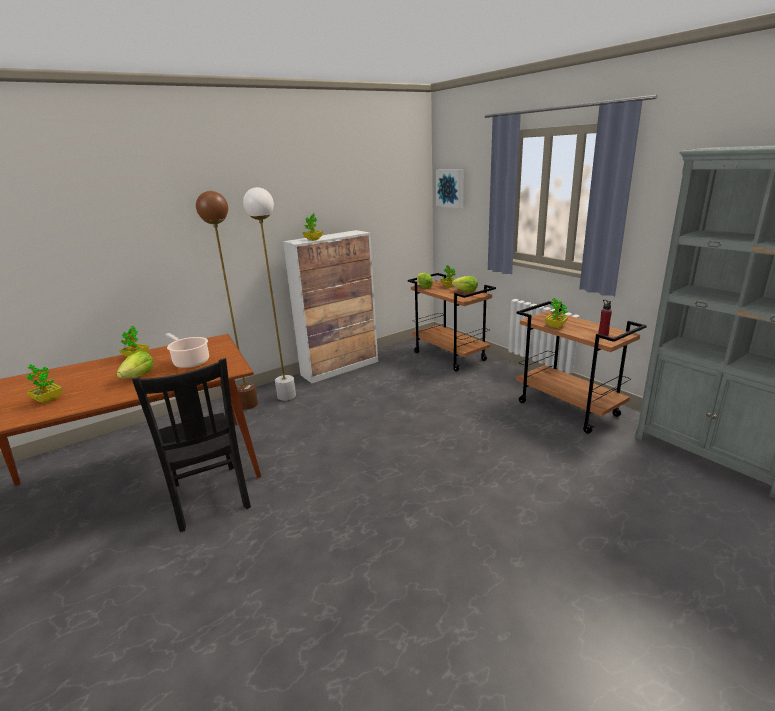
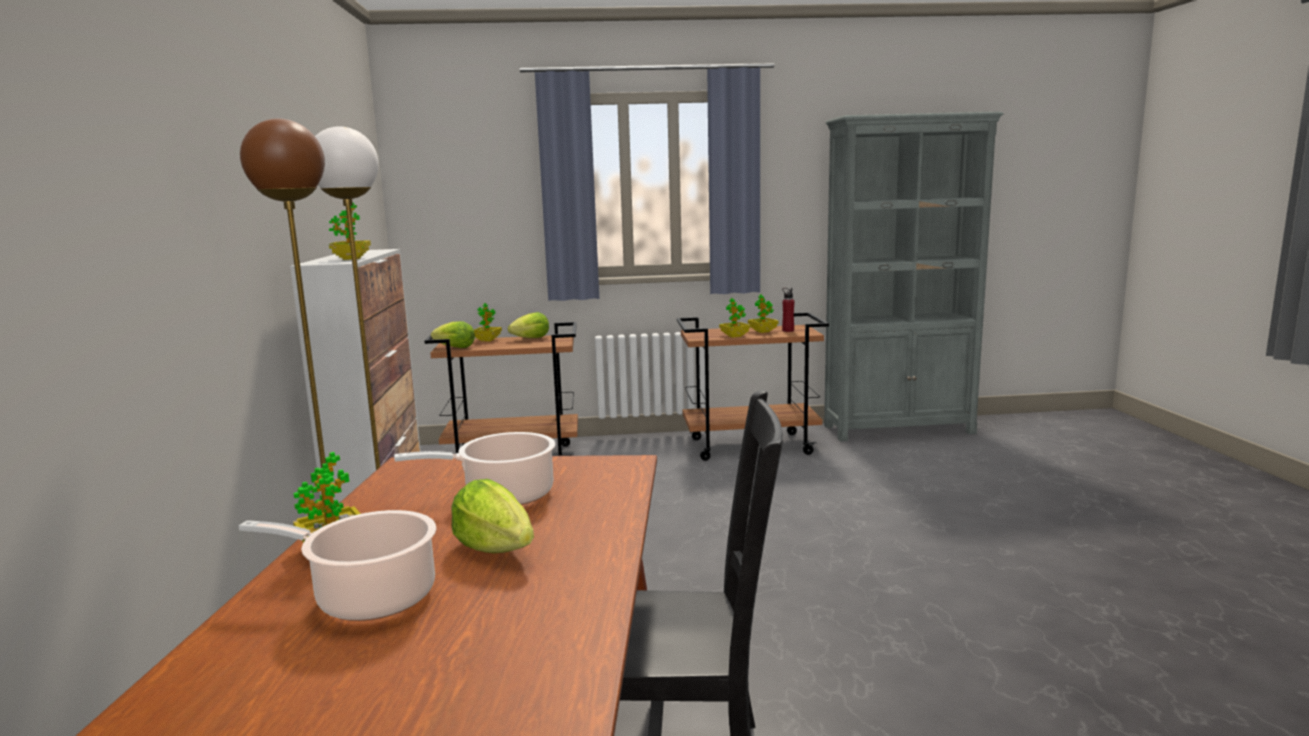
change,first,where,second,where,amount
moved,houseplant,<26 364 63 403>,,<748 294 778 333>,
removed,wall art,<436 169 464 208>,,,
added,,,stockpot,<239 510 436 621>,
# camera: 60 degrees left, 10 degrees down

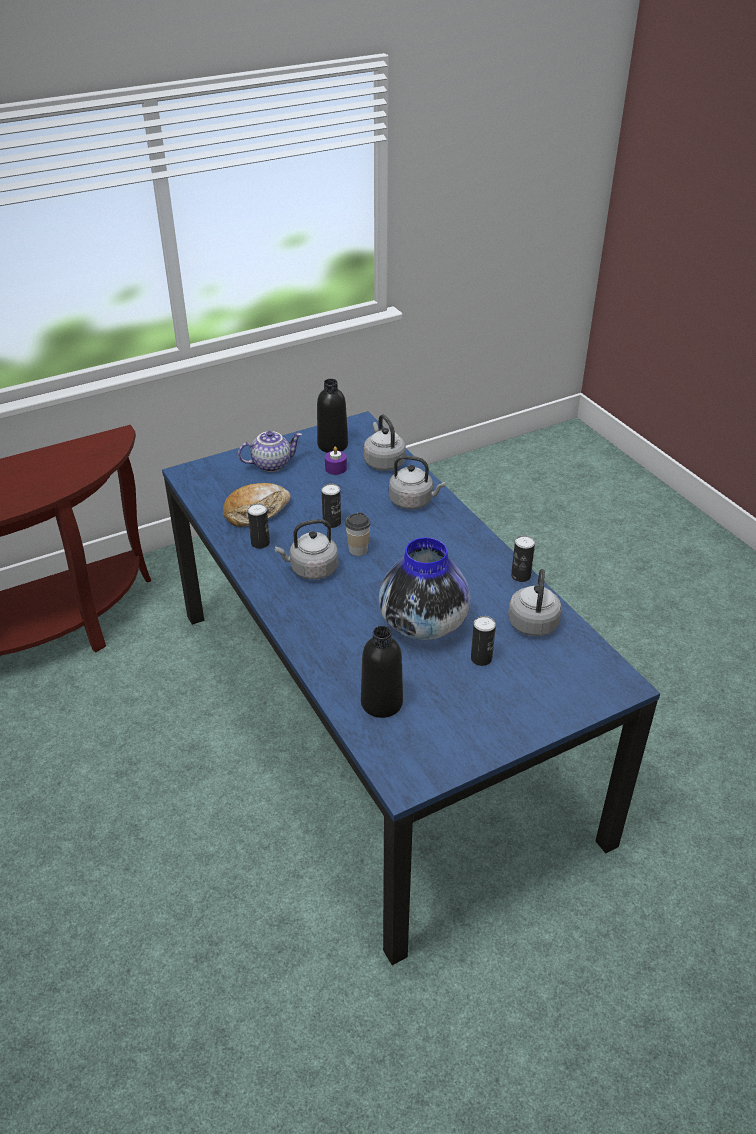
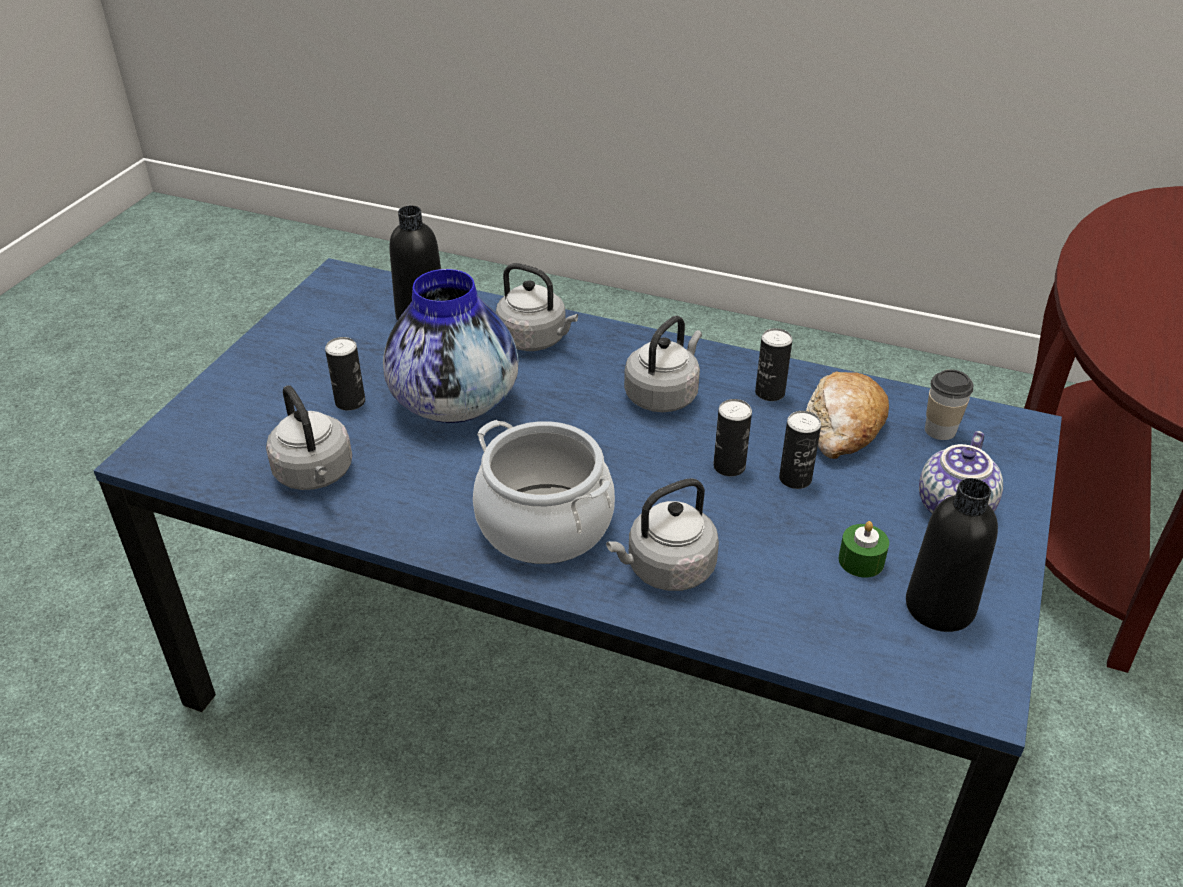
change,first,where,second,where,amount
recoloured,candle in purplish,<325 446 347 475>,candle in green,<839 521 889 578>,
moved,small cup,<345 512 370 556>,,<925 369 974 440>,
moved,kettle in gray,<364 415 406 471>,,<496 263 578 351>,
moved,sealed can,<511 535 535 582>,,<779 411 821 489>,
added,,,stockpot,<473 420 615 564>,
# camera: 140 degrees right, 0 degrees up

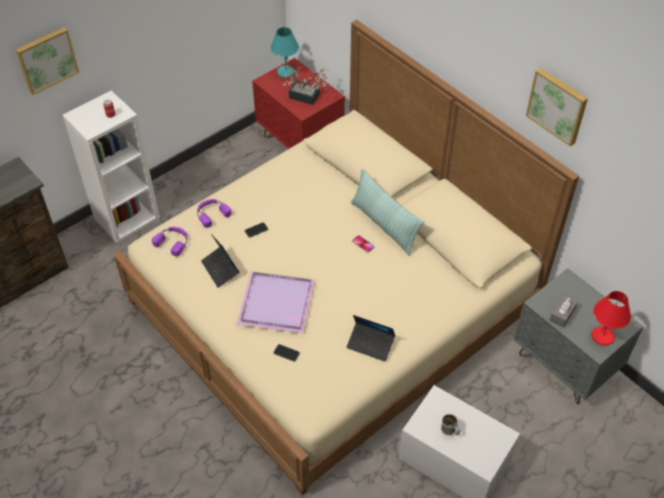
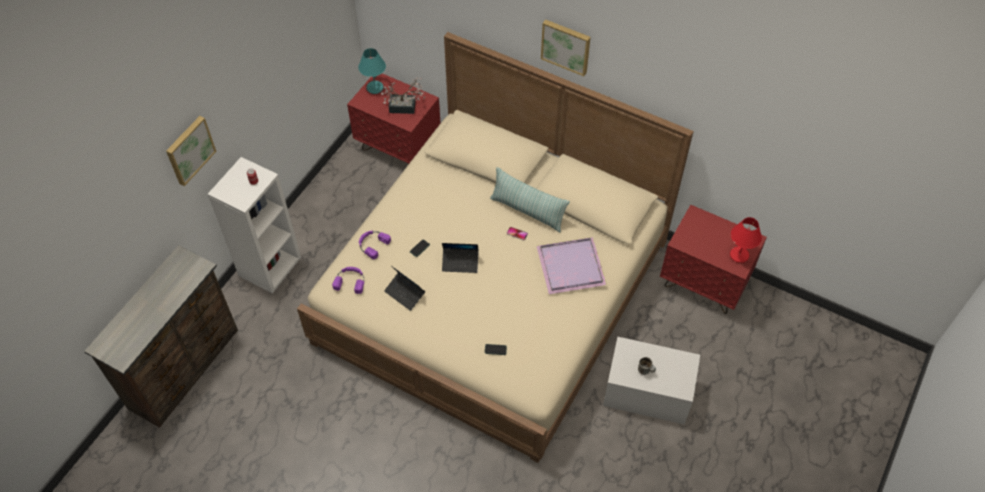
change,first,where,second,where,amount
moved,tray in purplish,<236 271 315 334>,,<537 237 607 294>,
moved,notebook computer,<346 315 395 361>,,<442 243 479 273>,
recoloured,night table in gray,<514 268 644 404>,night table in red,<660 205 767 314>,
moved,wall art,<526 68 588 147>,,<541 19 591 76>,
removed,box of tissues in gray,<549 294 578 328>,,,
# camera: 20 degrees left, 5 degrees up

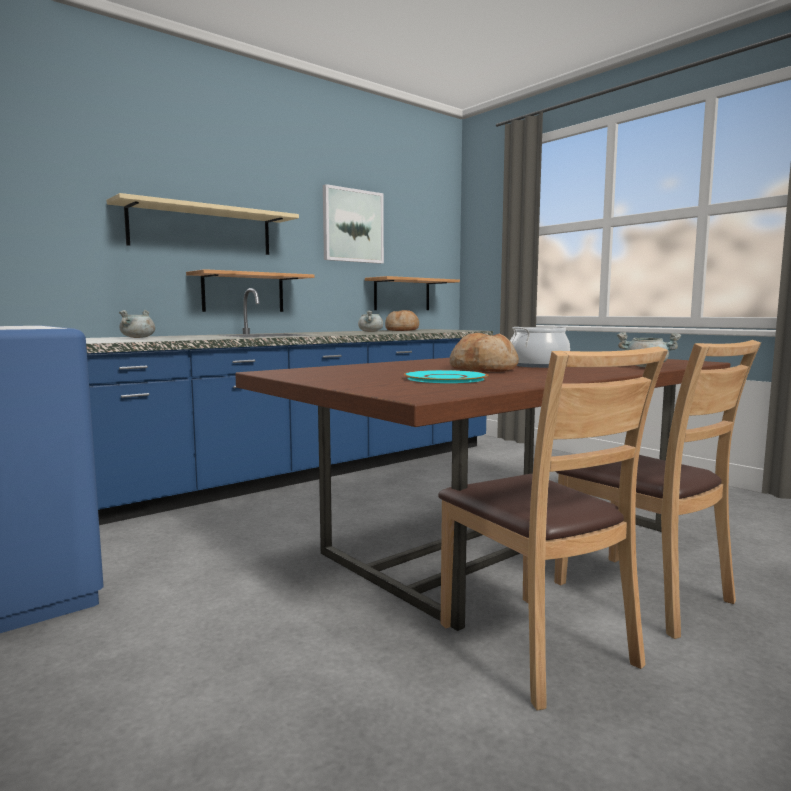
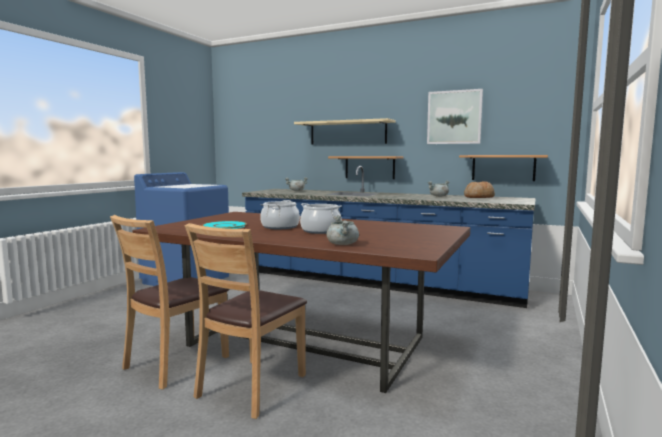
change,first,where,second,where,amount
replaced,bread,<449 333 519 372>,stockpot,<260 200 300 229>,
# camera: 65 degrees right, 0 degrees up

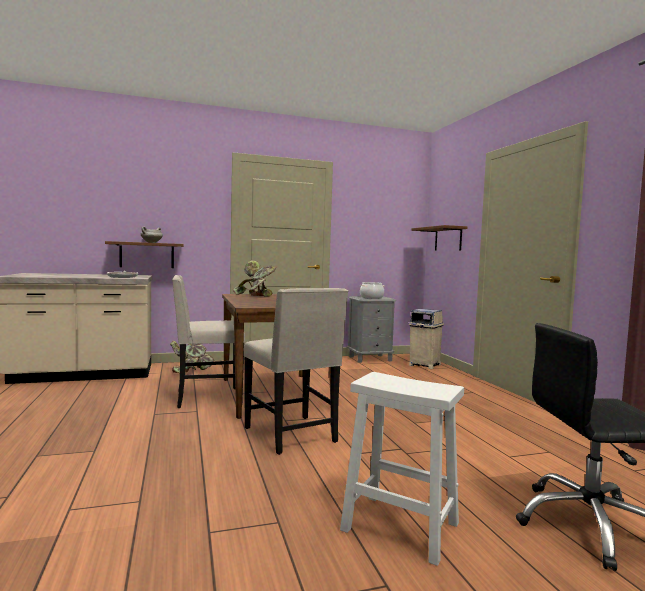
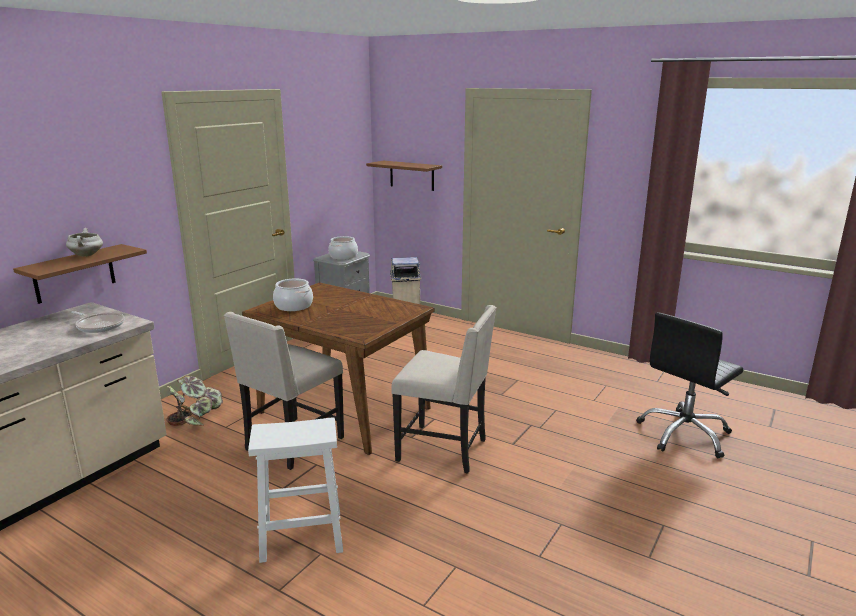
change,first,where,second,where,amount
replaced,houseplant,<233 260 276 296>,stockpot,<273 278 313 311>,
moved,stool seat in white-coloured,<340 372 464 566>,,<248 417 343 563>,
# camera: 40 degrees left, 15 degrees up

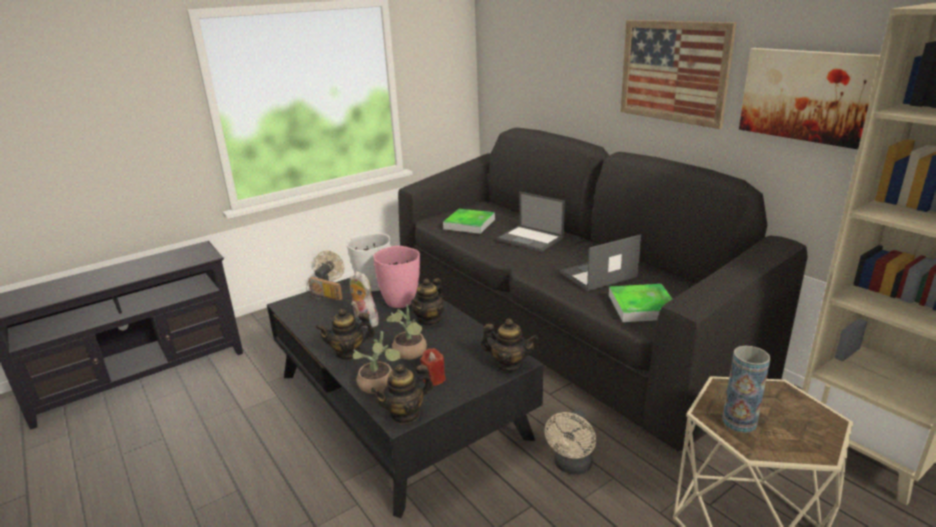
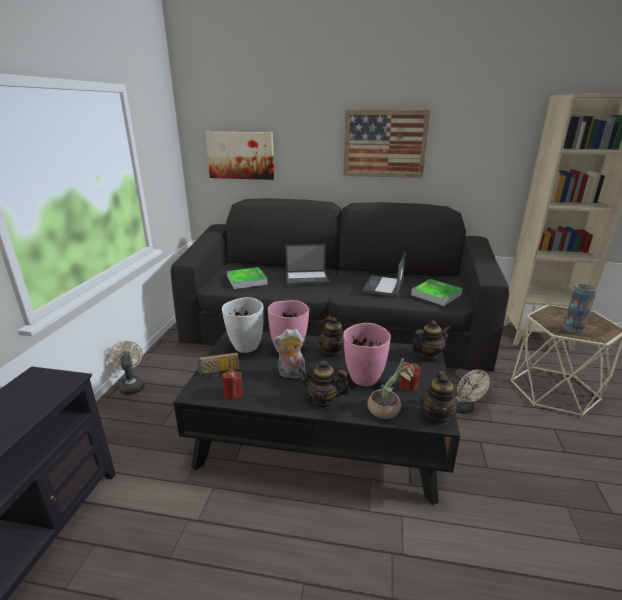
change,first,where,second,where,amount
turned,pot for tea,<316 309 375 360>,,<299 360 350 409>,75 degrees clockwise
replaced,houseplant,<386 305 427 360>,vase in pinkish,<343 323 391 386>,
moved,wall art,<739 48 880 149>,,<205 132 274 180>,
added,,,candle in red,<222 369 243 400>,
# camera: 45 degrees left, 0 degrees up

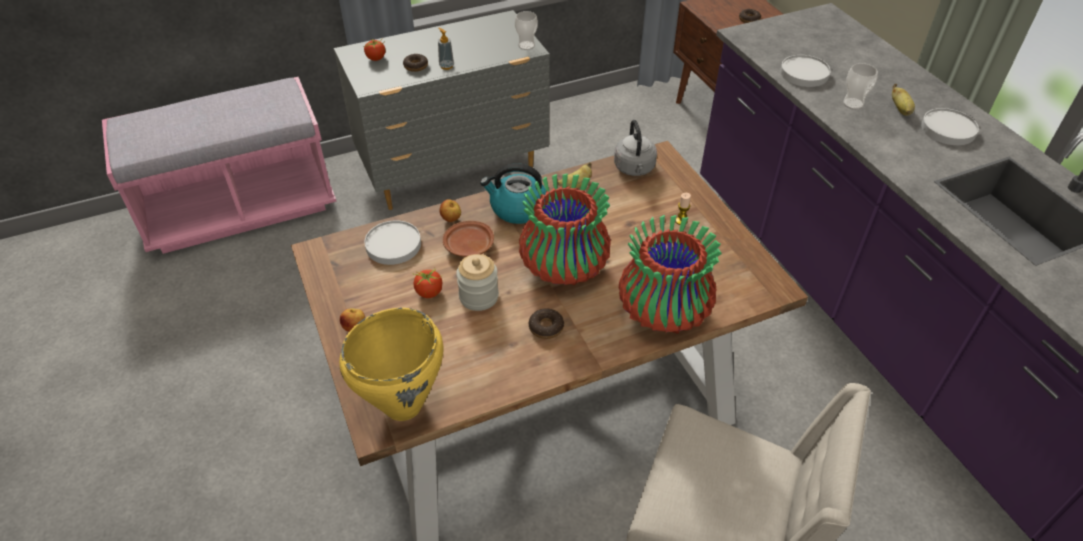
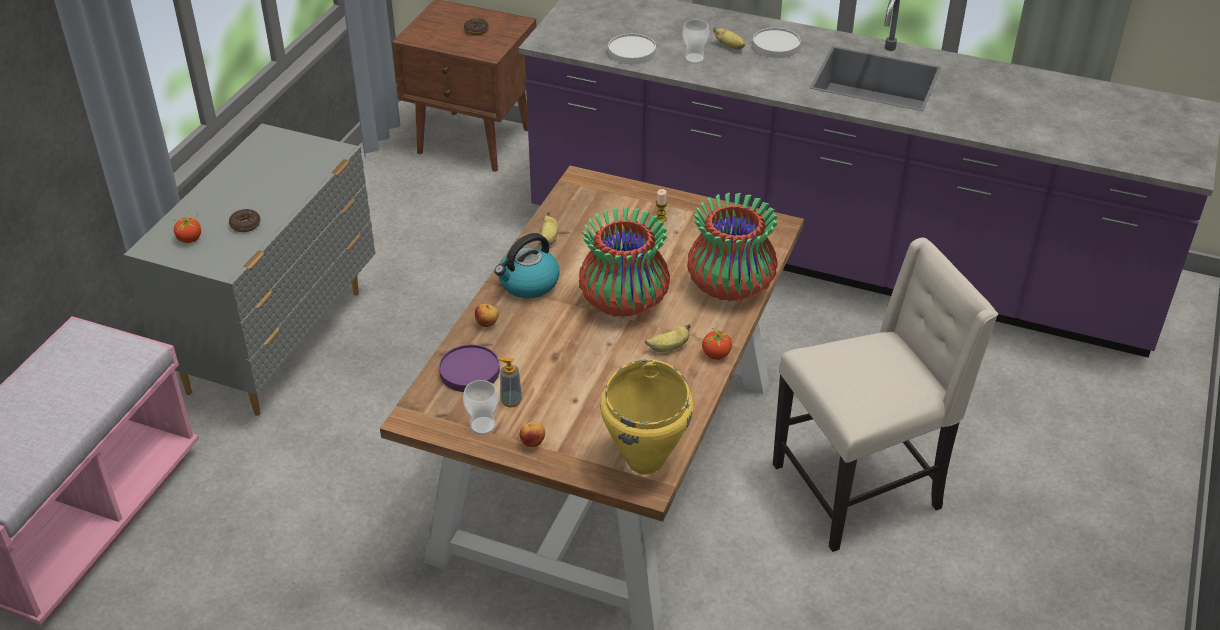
change,first,where,second,where,amount
recoloured,flat dish in white-coloured,<365 220 421 265>,flat dish in purplish,<439 345 500 392>,
moved,fresh tomato,<414 267 442 298>,,<702 328 734 360>,
moved,soap dispenser,<438 28 454 70>,,<497 358 522 407>,
removed,flat dish in brown-coloured,<443 221 494 257>,,,
removed,preserve jar,<456 254 499 311>,,,
moved,small cup,<515 11 538 50>,,<463 380 498 435>,
replaced,donut,<529 308 564 339>,whole banana,<645 324 691 352>,
removed,kettle in gray,<614 120 657 176>,,,
# camera: 45 degrees left, 5 degrees down

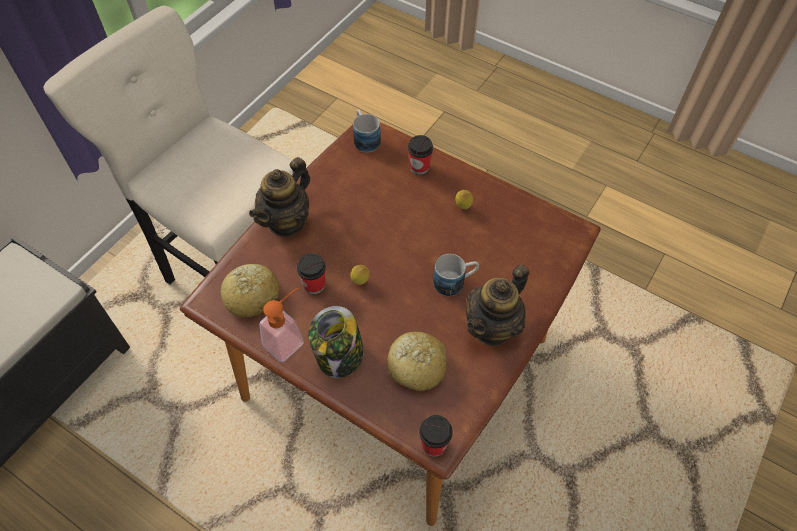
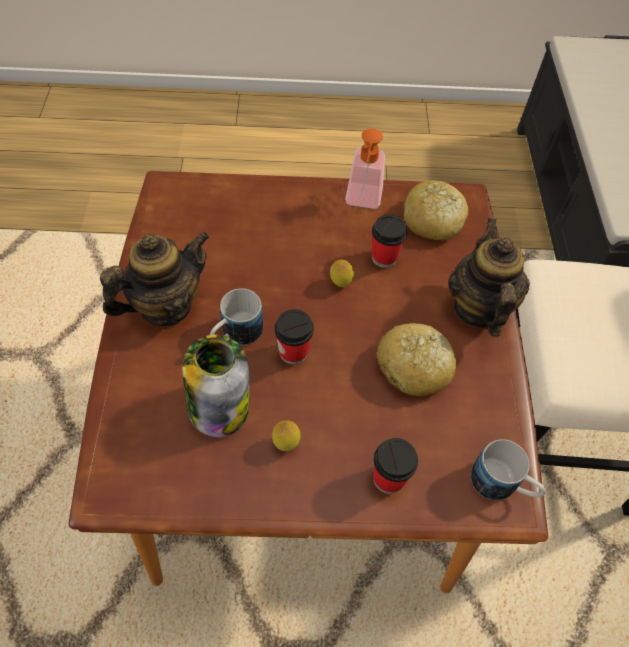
change,first,where,second,where,amount
moved,preserve jar,<308 306 364 378>,,<182 335 249 437>,
moved,bread,<387 332 447 391>,,<376 323 456 396>,
moved,small cup,<419 415 453 457>,,<275 309 314 365>,
turned,pot for tea,<466 264 529 347>,,<100 231 209 326>,45 degrees clockwise
# camera: 145 degrees right, 0 degrees up

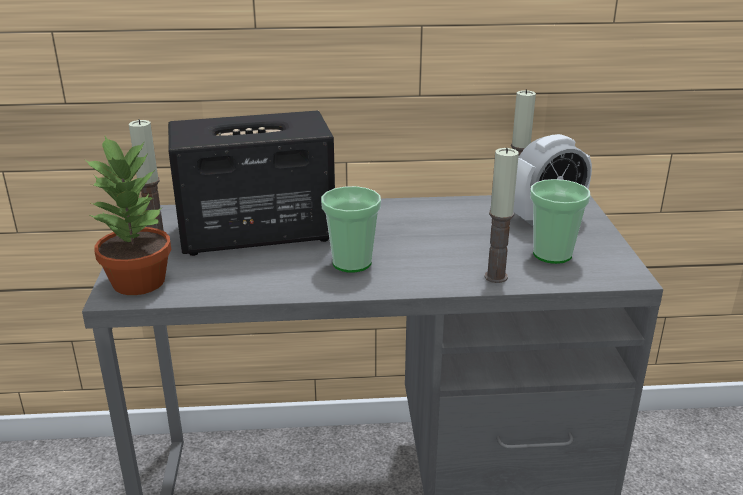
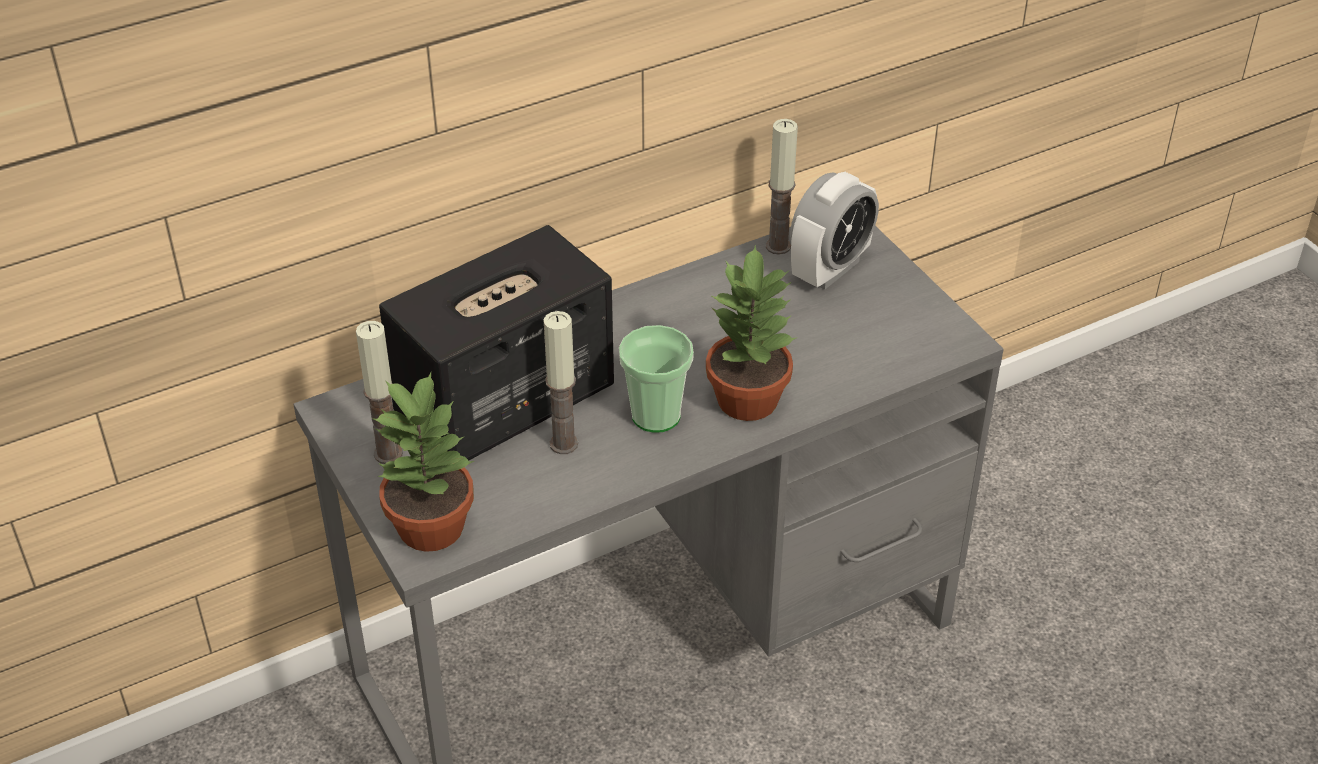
change,first,where,second,where,amount
moved,candle,<484 147 519 283>,,<543 311 578 454>,
removed,small cup,<530 179 590 264>,,,
added,,,houseplant,<706 245 798 421>,
# camera: 25 degrees left, 15 degrees up

